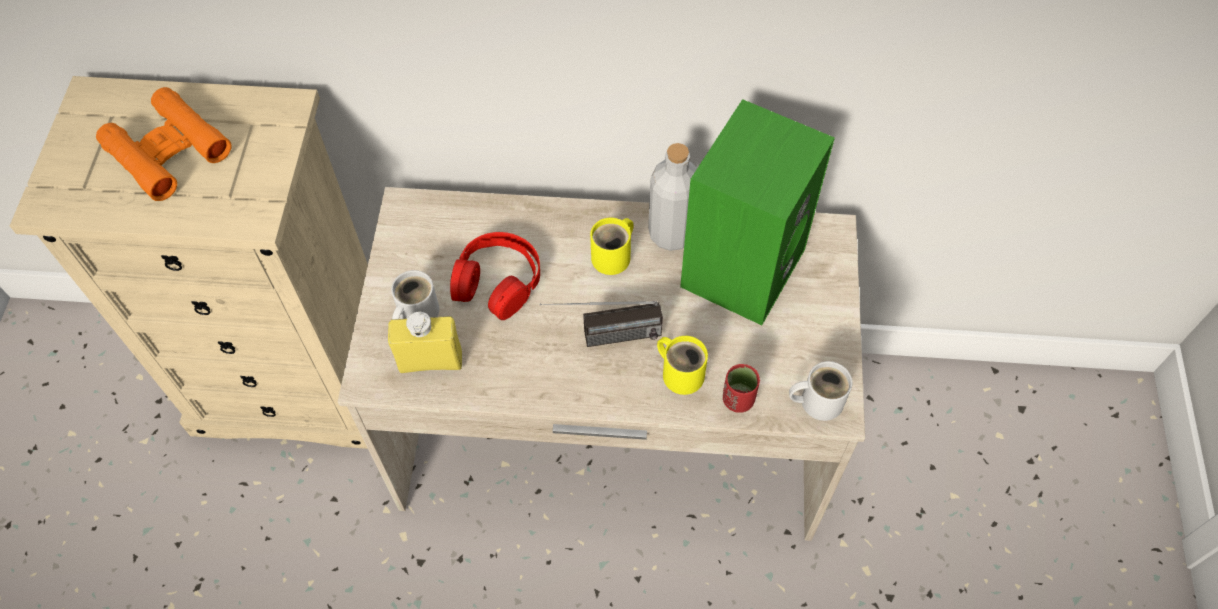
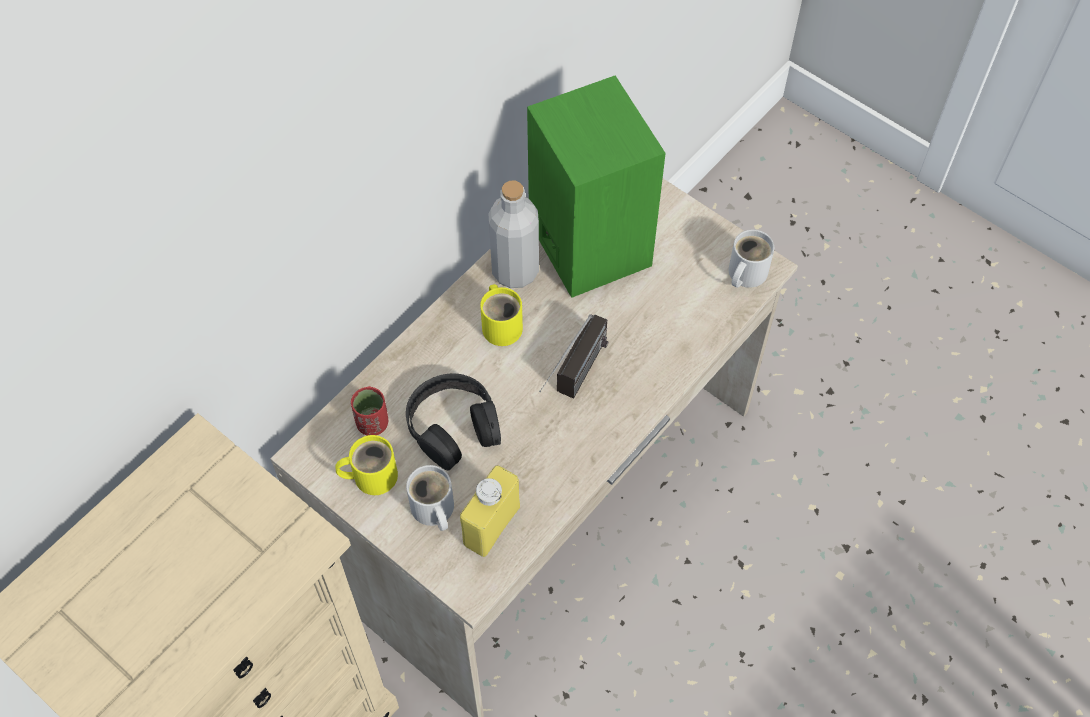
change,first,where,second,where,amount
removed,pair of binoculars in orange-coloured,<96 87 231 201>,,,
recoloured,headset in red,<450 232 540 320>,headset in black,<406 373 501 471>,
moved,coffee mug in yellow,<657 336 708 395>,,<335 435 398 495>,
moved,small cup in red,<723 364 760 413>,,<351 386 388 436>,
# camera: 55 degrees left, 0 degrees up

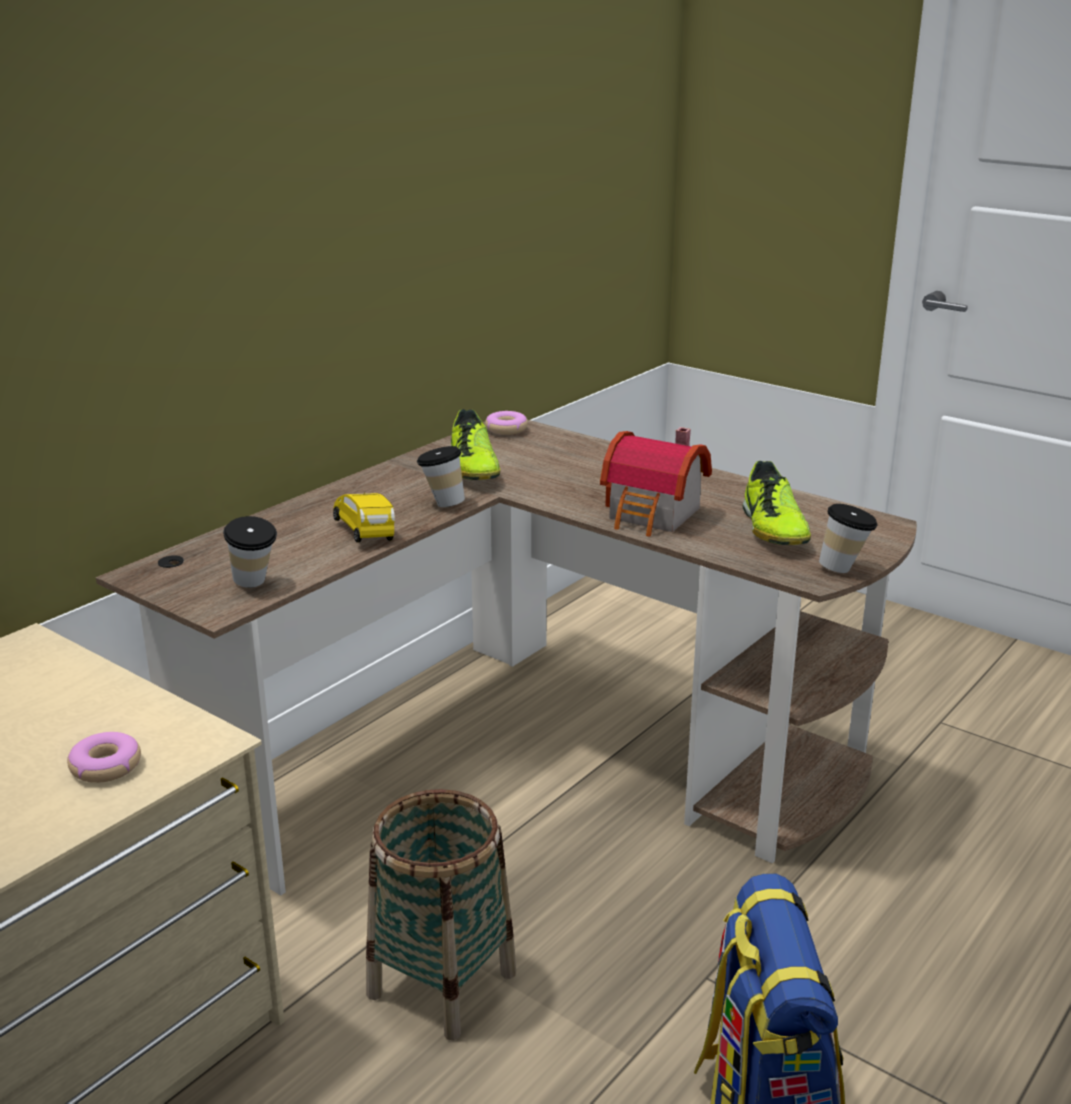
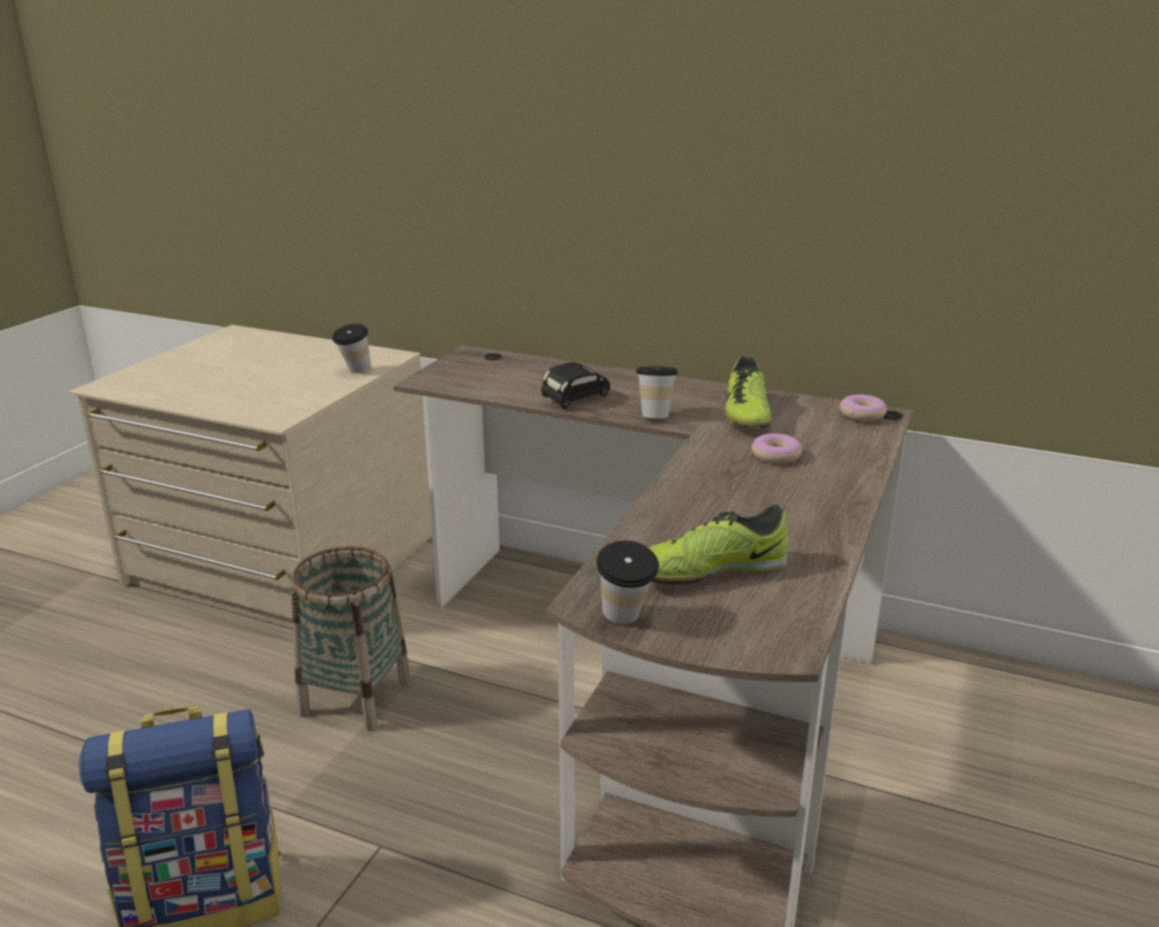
change,first,where,second,where,amount
moved,donut,<67 732 141 783>,,<751 433 802 464>,
moved,small cup,<223 516 277 588>,,<332 324 371 373>,
recoloured,model car in yellow,<333 492 395 542>,model car in black,<541 362 610 409>,
turned,shoe,<451 409 500 480>,,<725 356 772 428>,60 degrees counterclockwise
removed,miniature house,<600 427 712 537>,,,
# camera: 75 degrees right, 0 degrees up

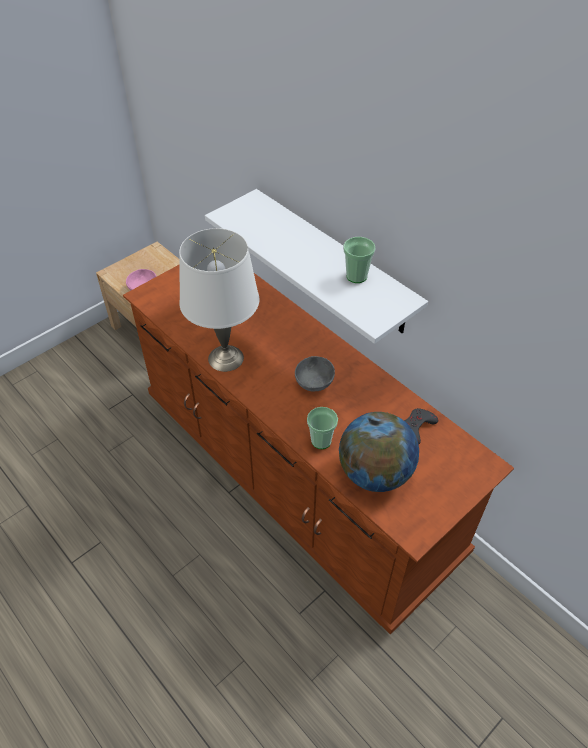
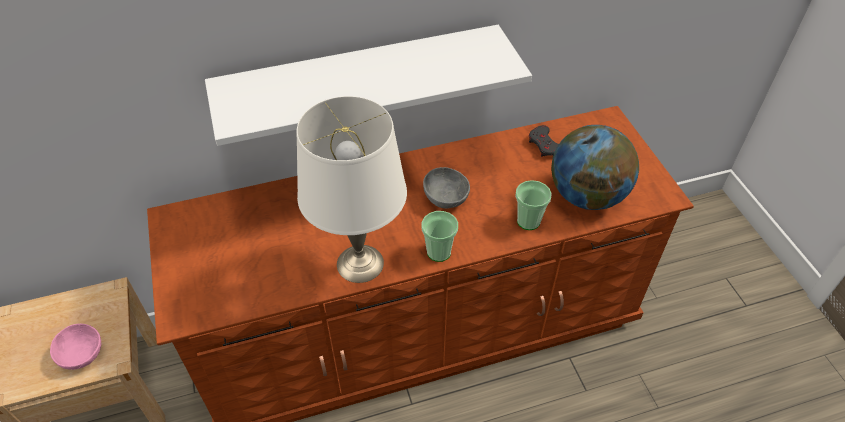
change,first,where,second,where,amount
moved,small cup,<343 237 376 283>,,<422 211 458 262>,
# camera: 65 degrees left, 0 degrees up

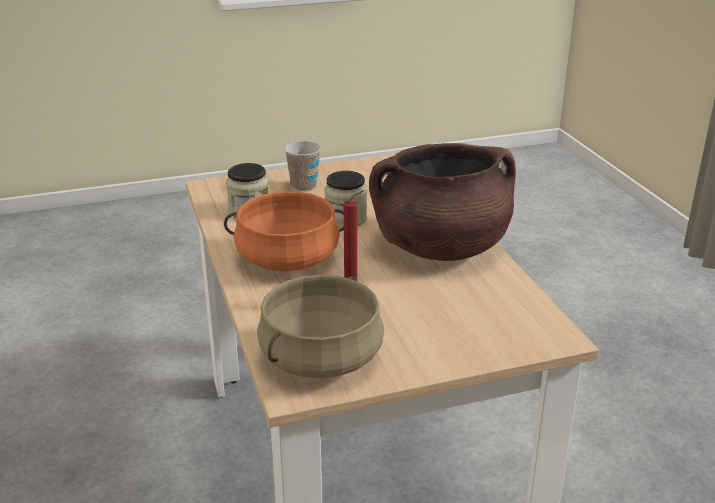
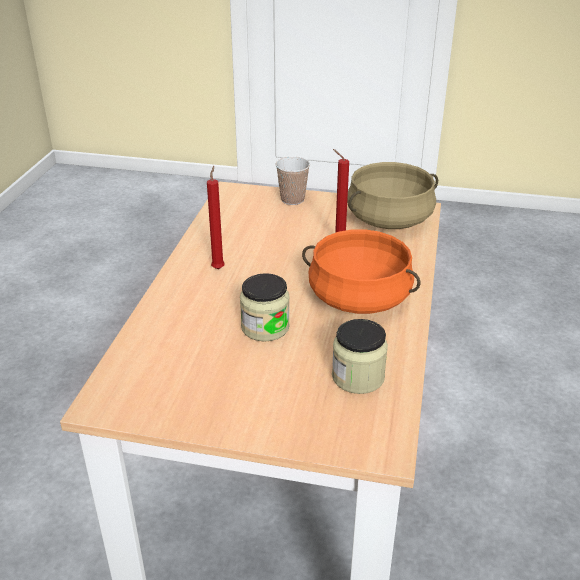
change,first,where,second,where,amount
moved,small cup,<284 141 321 192>,,<275 157 310 205>,
replaced,stockpot in brown-coloured,<369 143 516 261>,candle in red,<207 166 225 269>,
# camera: 150 degrees left, 5 degrees up

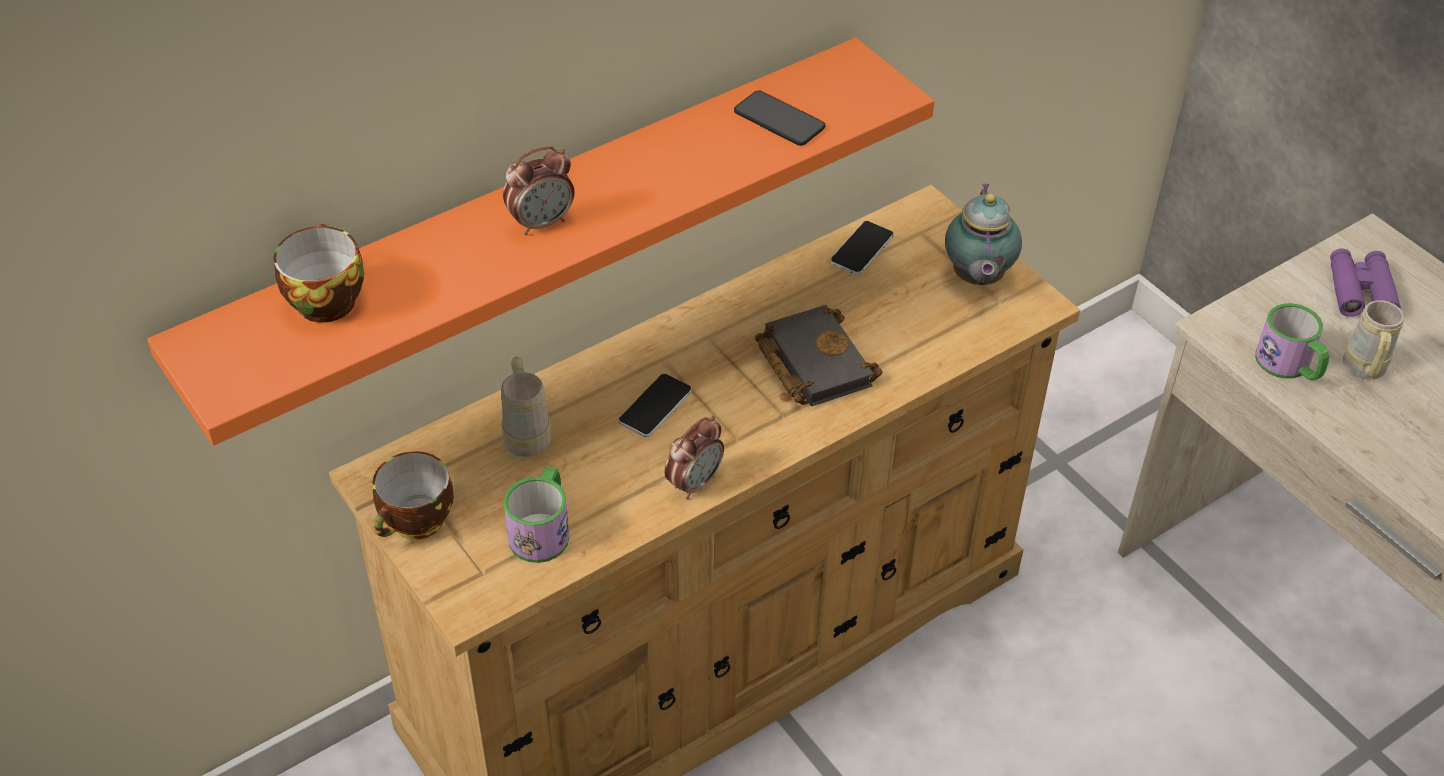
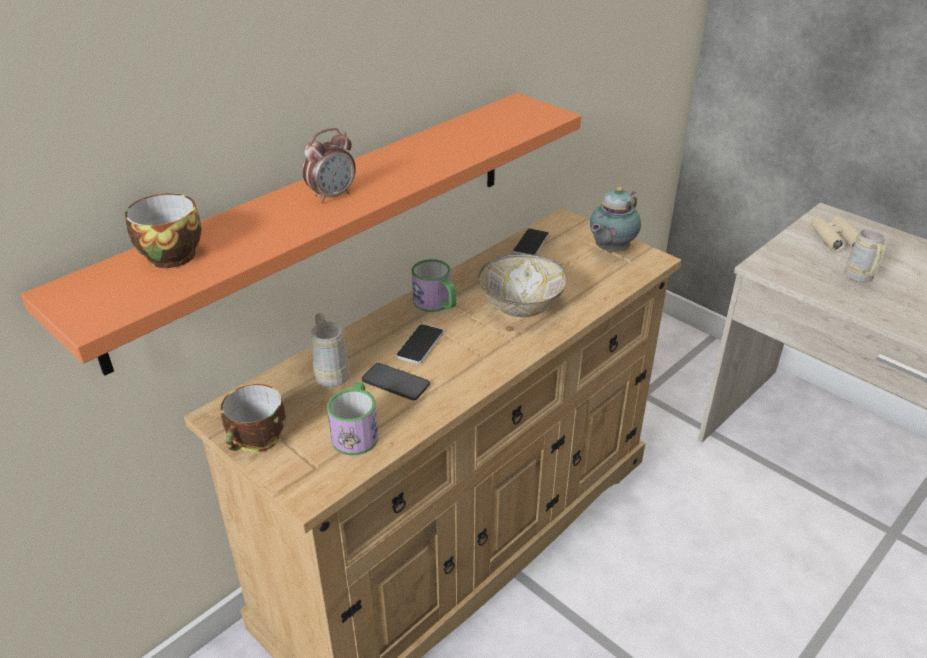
change,first,where,second,where,amount
removed,bedside clock,<664 416 724 500>,,,
moved,telephone,<734 91 826 146>,,<362 363 430 400>,
replaced,bound book in black,<755 305 882 406>,bowl,<478 254 567 317>,
turned,pot for tea,<945 183 1022 285>,,<590 186 641 253>,45 degrees clockwise
moved,coffee mug,<1255 303 1329 381>,,<412 259 457 312>,
recoloured,pair of binoculars in purplish,<1330 248 1401 317>,pair of binoculars in beige,<810 215 859 252>,
# camera: 10 degrees left, 10 degrees down

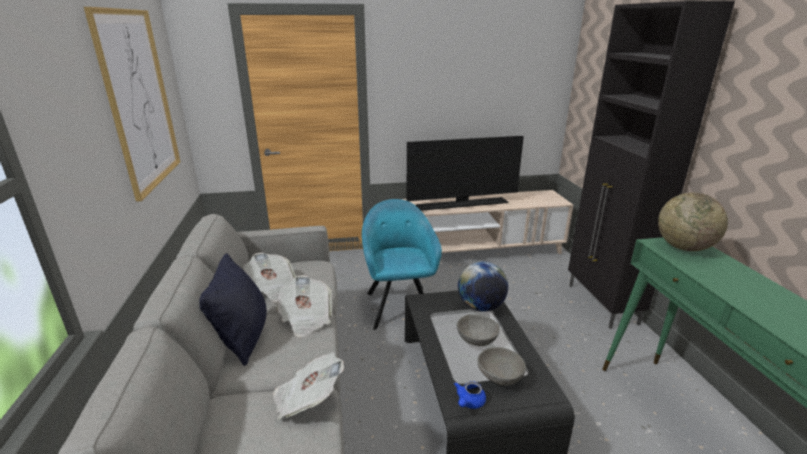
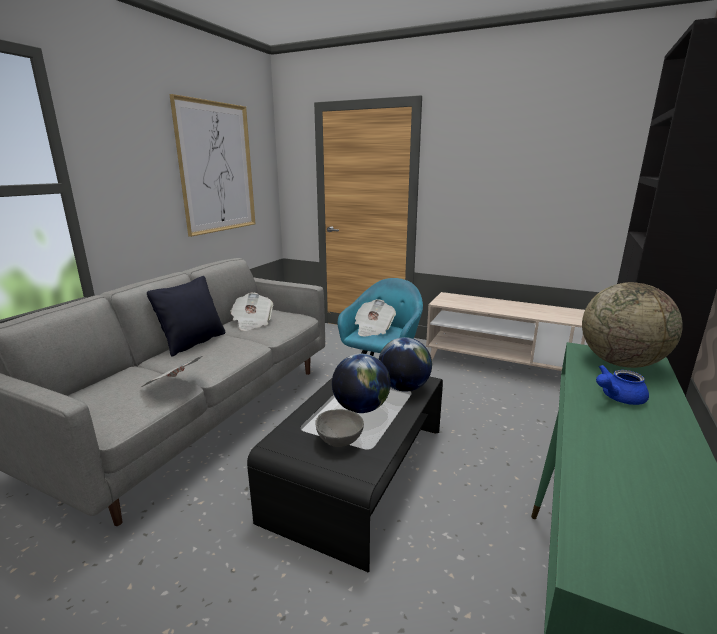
change,first,where,second,where,amount
moved,newspaper,<276 275 332 337>,,<355 299 396 336>,
removed,television,<407 136 524 211>,,,
moved,pot for tea in blue,<454 381 486 409>,,<596 365 649 405>,
replaced,bowl in gray,<457 314 500 346>,globe,<332 354 391 413>,
# camera: 35 degrees right, 5 degrees down

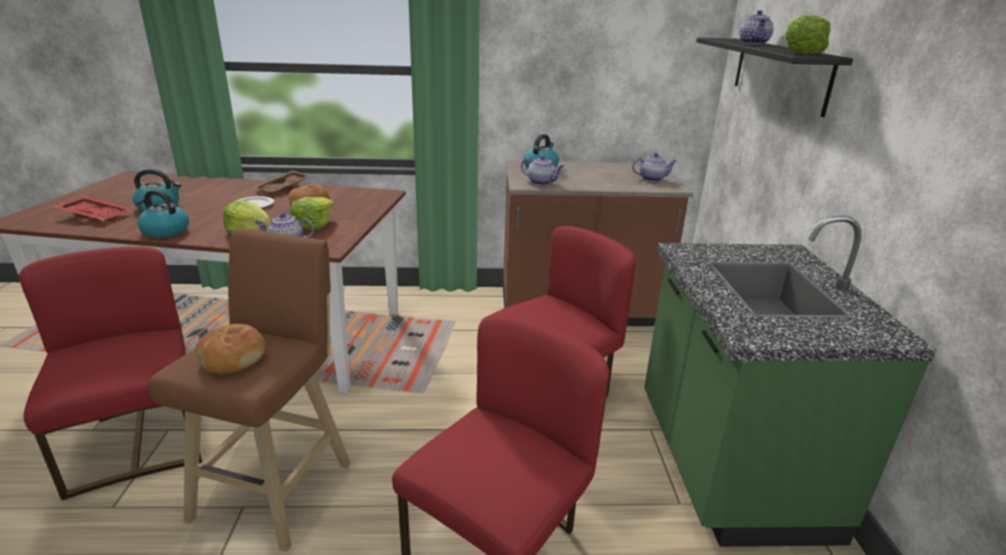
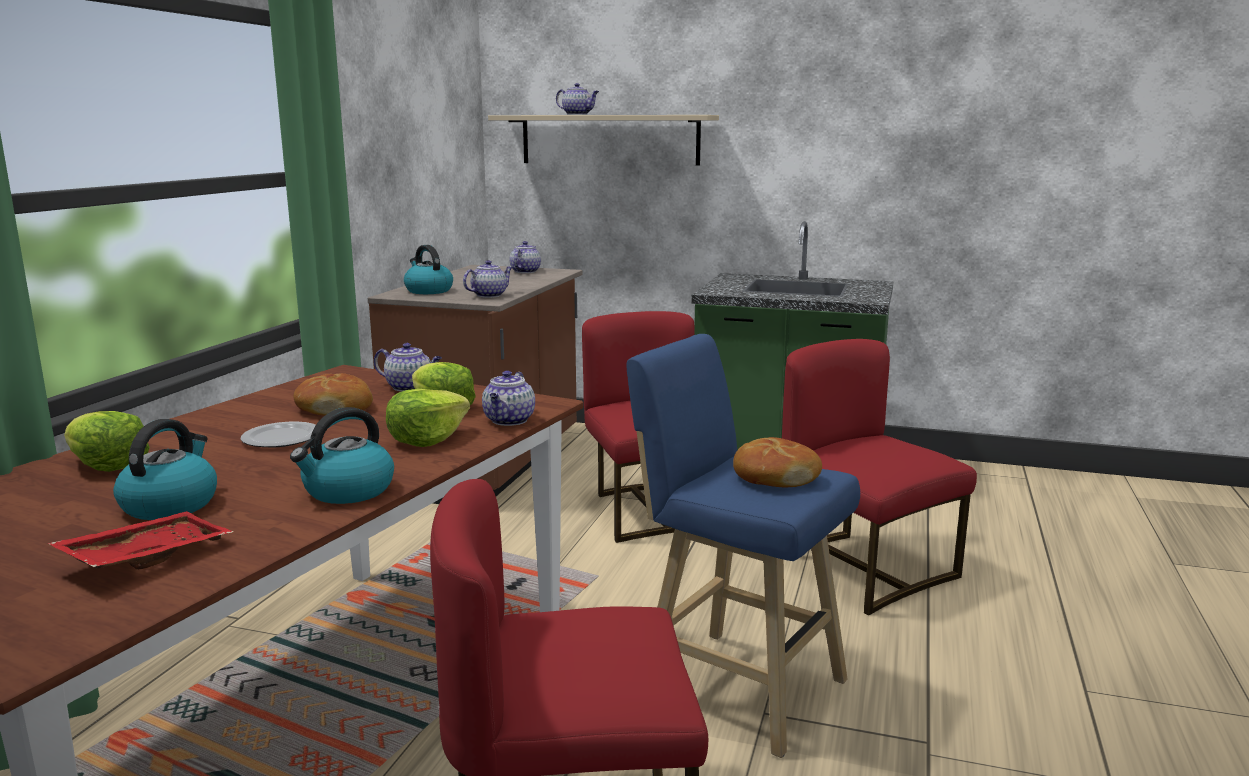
change,first,where,second,where,amount
recoloured,stool seat in brown-coloured,<149 228 351 552>,stool seat in blue,<626 334 860 758>,
removed,tray in brown-coloured,<253 171 310 193>,,,
recoloured,bracket shelf in black,<696 38 853 117>,bracket shelf in beige,<488 115 719 166>,
moved,lettuce head,<784 15 831 54>,,<64 411 150 472>,
added,,,pot for tea,<374 343 442 391>,
# camera: 70 degrees left, 10 degrees down

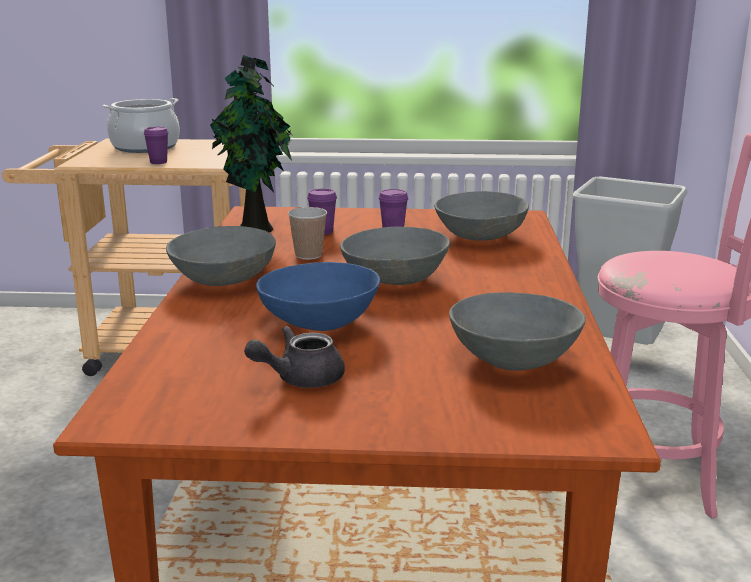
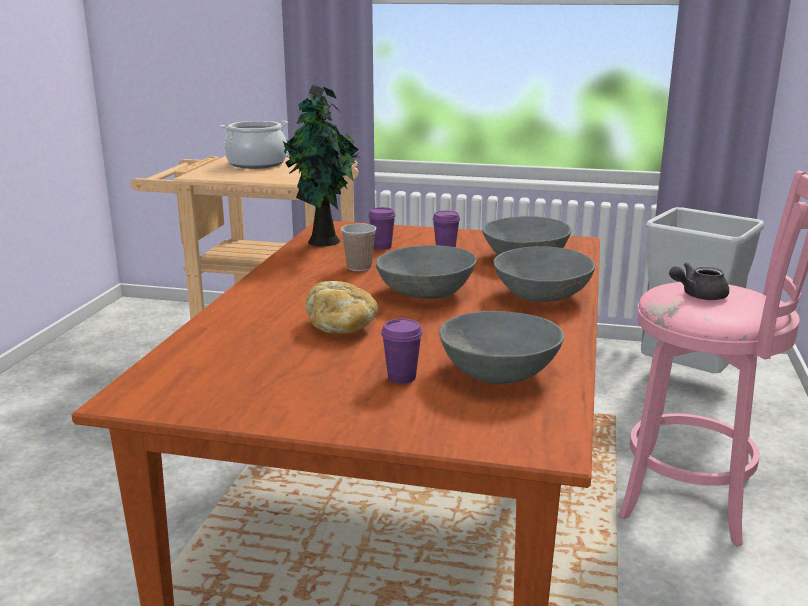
change,first,where,second,where,amount
moved,small cup in purplish,<144 127 169 164>,,<381 319 423 384>,
moved,bowl in gray,<166 226 276 286>,,<493 246 595 302>,
moved,pot for tea in gray,<244 326 345 388>,,<669 262 729 300>,
replaced,bowl in blue,<256 262 380 331>,bread,<306 281 378 333>,
# camera: 10 degrees right, 0 degrees up

